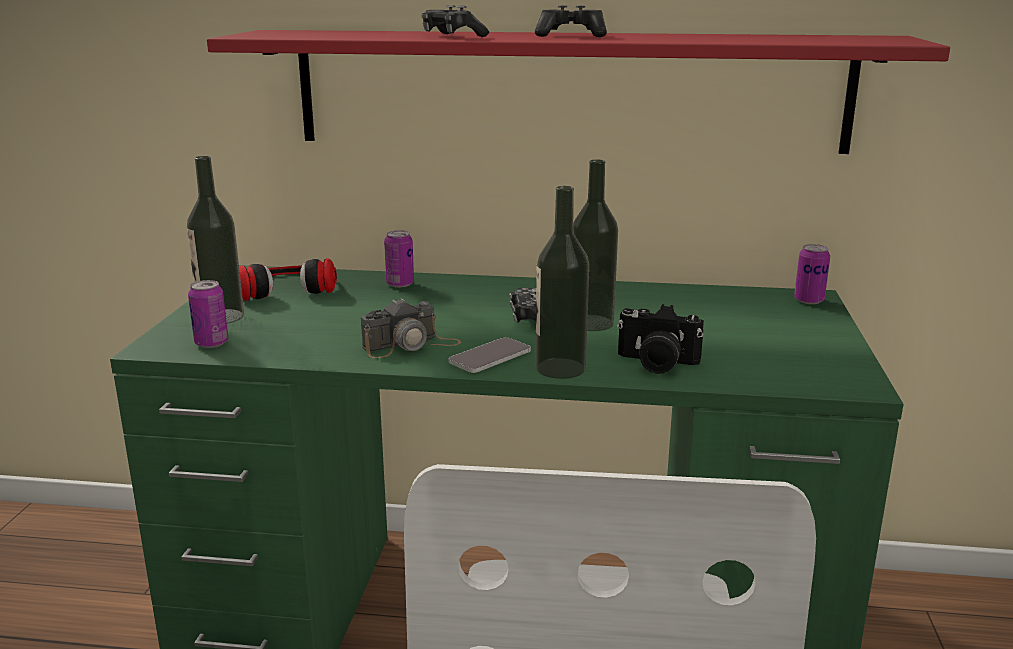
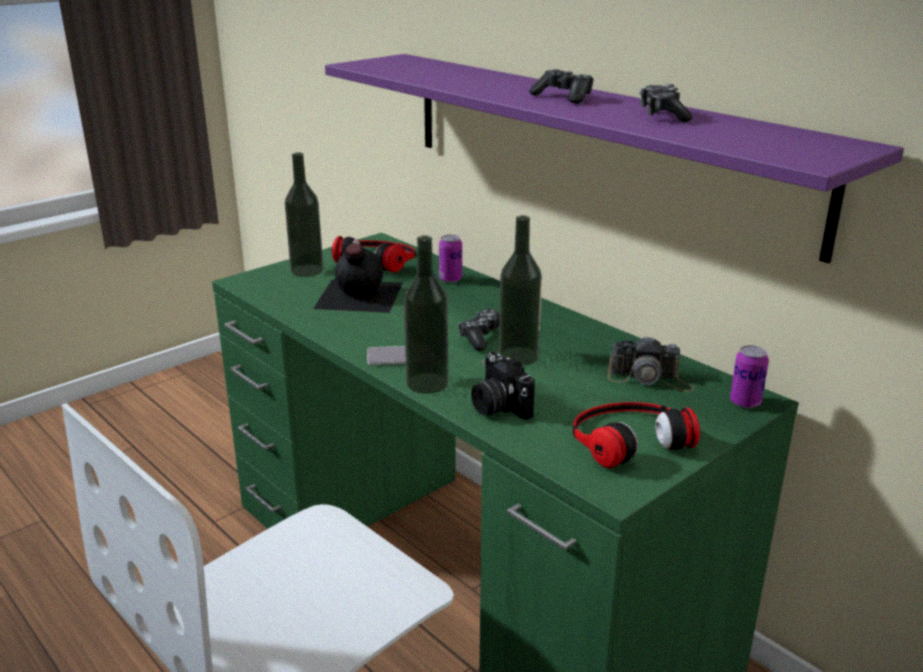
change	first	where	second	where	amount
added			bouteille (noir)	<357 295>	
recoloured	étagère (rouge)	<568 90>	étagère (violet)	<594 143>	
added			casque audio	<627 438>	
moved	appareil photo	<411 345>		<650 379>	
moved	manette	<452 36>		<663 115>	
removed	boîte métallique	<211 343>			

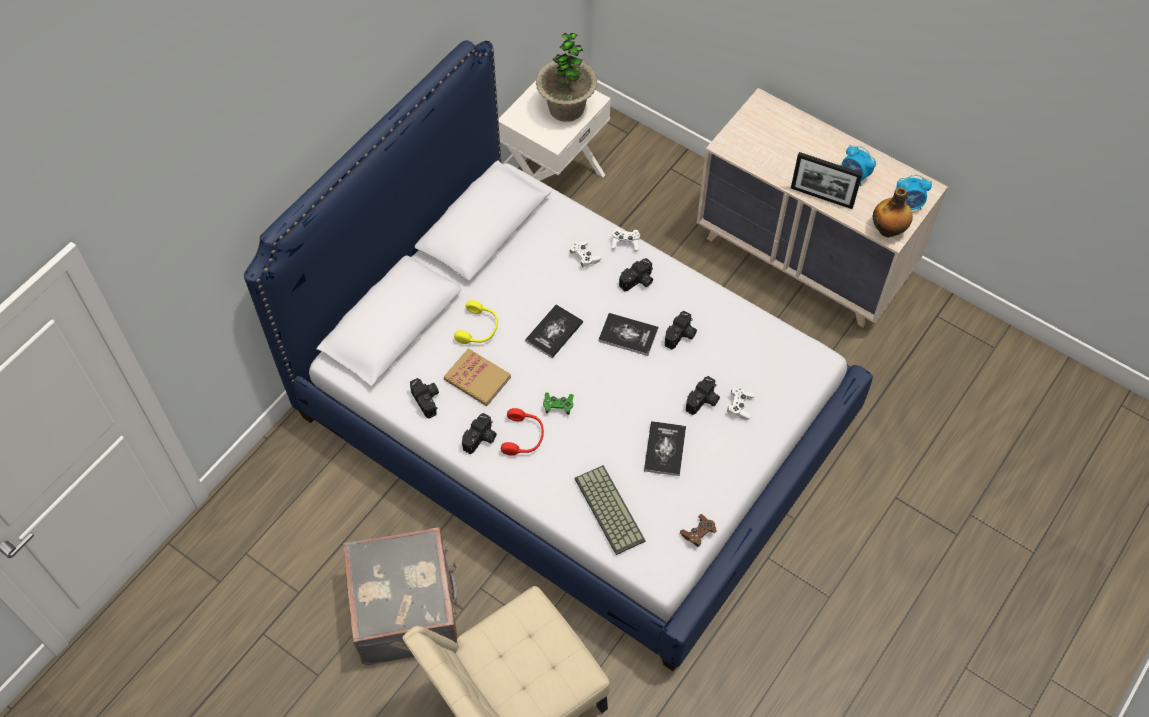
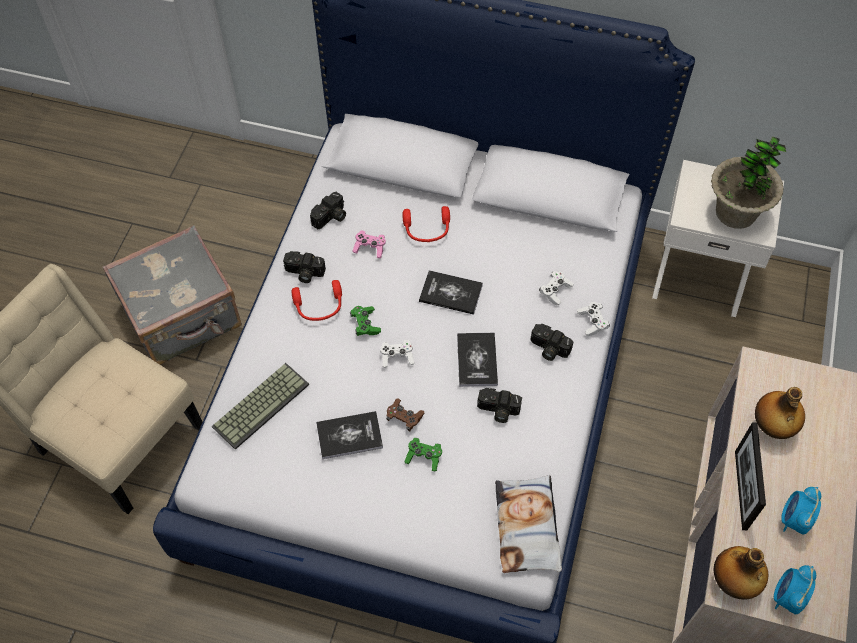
change	first	where	second	where	amount
replaced	livre	<477 378>	manette (rose)	<370 248>	
moved	manette (blanc)	<740 406>		<397 357>	
moved	manette (marron)	<698 533>		<404 417>	
recoloured	casque audio (jaune)	<478 329>	casque audio (rouge)	<427 230>	
replaced	appareil photo	<703 402>	manette (vert)	<424 457>	
added			coussin	<528 527>	
added			bouteille	<771 427>	
turned	réveil	<908 204>		<787 597>	45 degrees clockwise

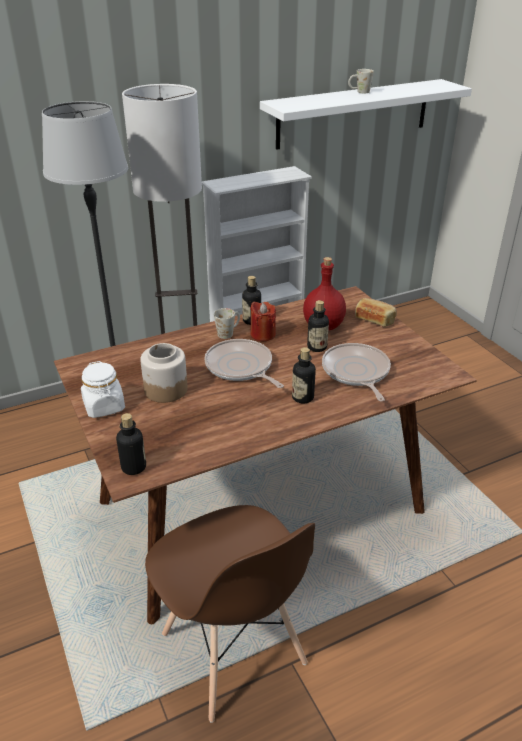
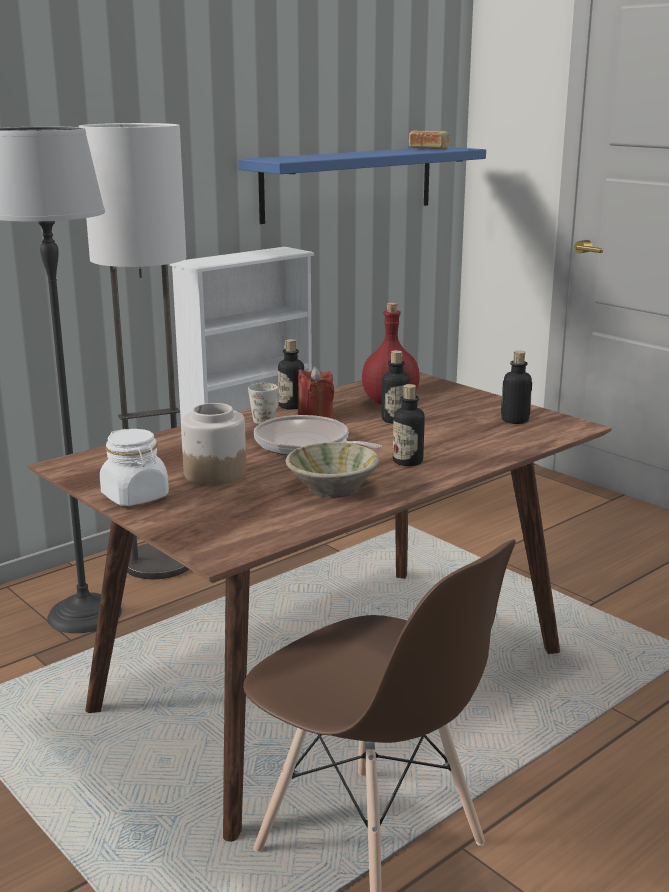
change	first	where	second	where	amount
recoloured	étagère (blanc)	<353 113>	étagère (bleu)	<349 183>	
added			bol (beige)	<332 488>	
moved	pain	<375 319>		<428 149>	
moved	bouteille	<133 467>		<515 420>	
removed	poêle	<356 372>			
removed	mug (blanc)	<359 92>			

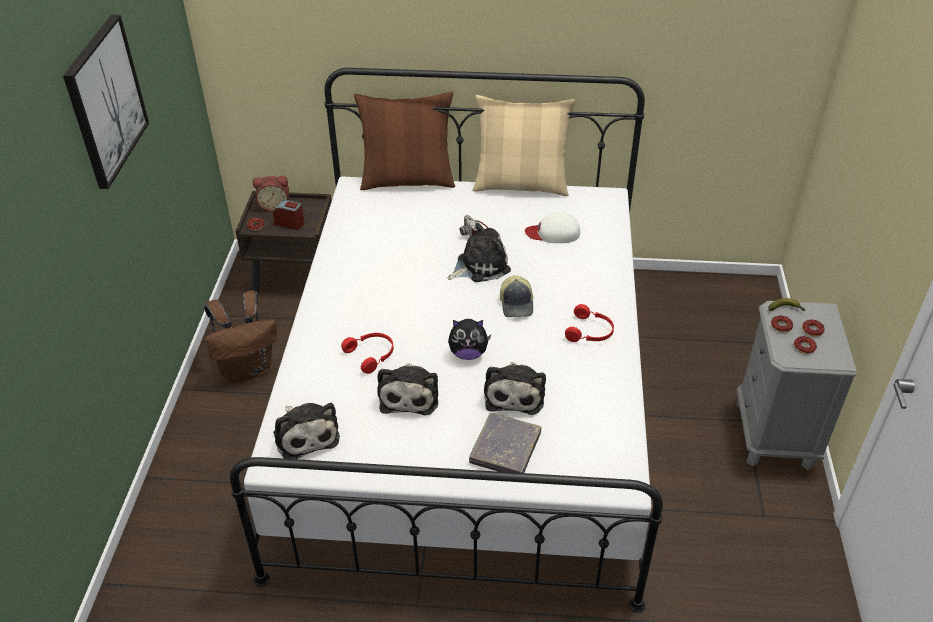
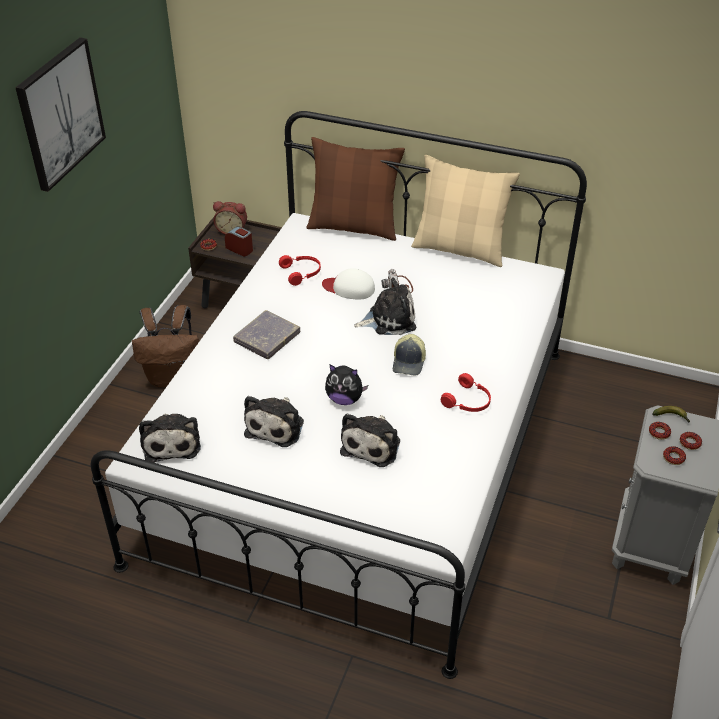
change	first	where	second	where	amount
moved	livre (gris)	<505 448>		<267 338>	
moved	casque audio (rouge)	<371 355>		<302 273>	
moved	casquette (blanc)	<553 233>		<349 288>	

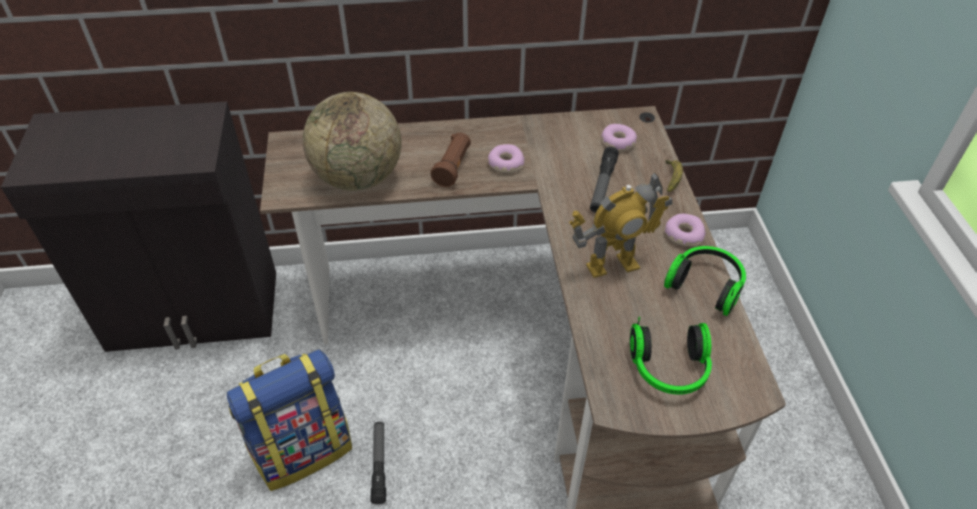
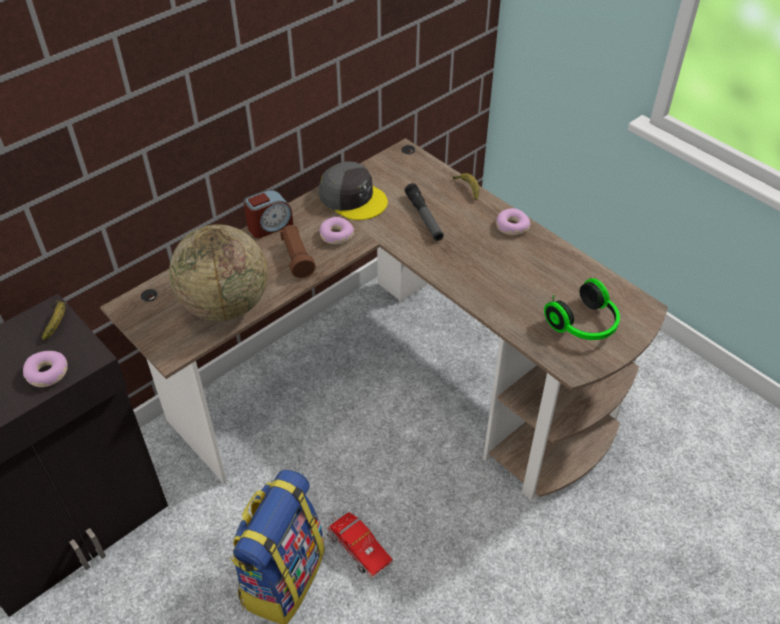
change	first	where	second	where	amount
moved	beignet	<618 143>		<47 373>	
added			banane	<57 322>	
added			réveil	<269 226>	
added			casquette (gris)	<352 198>	
replaced	lampe de poche	<379 464>	camion jouet	<356 547>	
removed	robot jouet	<612 265>			
removed	casque audio	<706 285>			

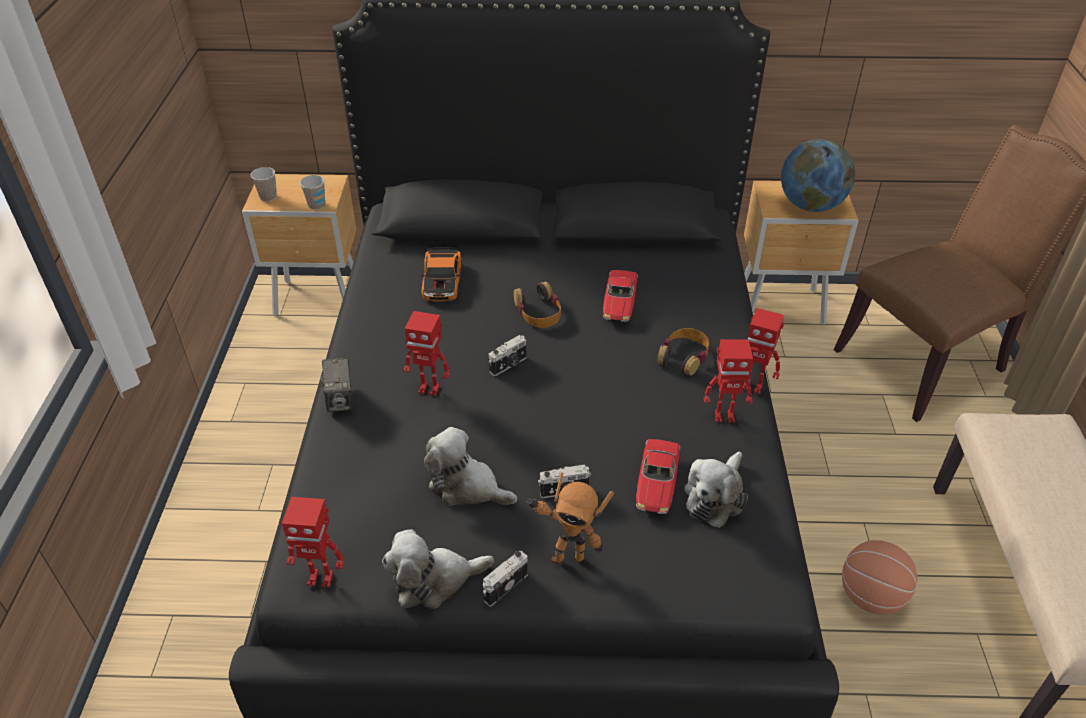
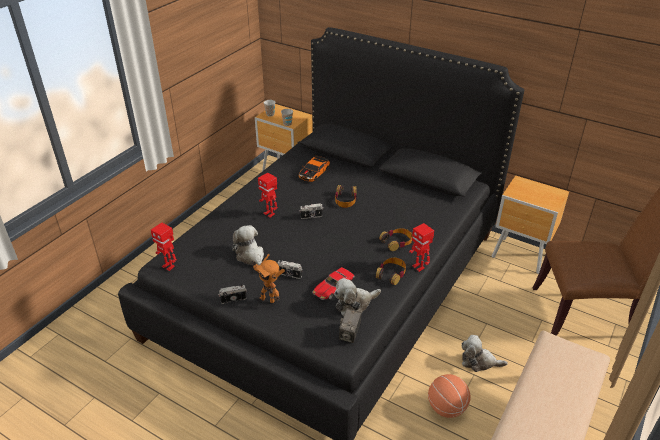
change	first	where	second	where	amount
moved	appareil photo	<340 400>		<349 334>	
replaced	robot jouet	<724 416>	casque audio	<391 274>	
moved	peluche	<434 580>		<479 361>	
removed	petite voiture	<619 303>			
removed	globe	<810 206>			

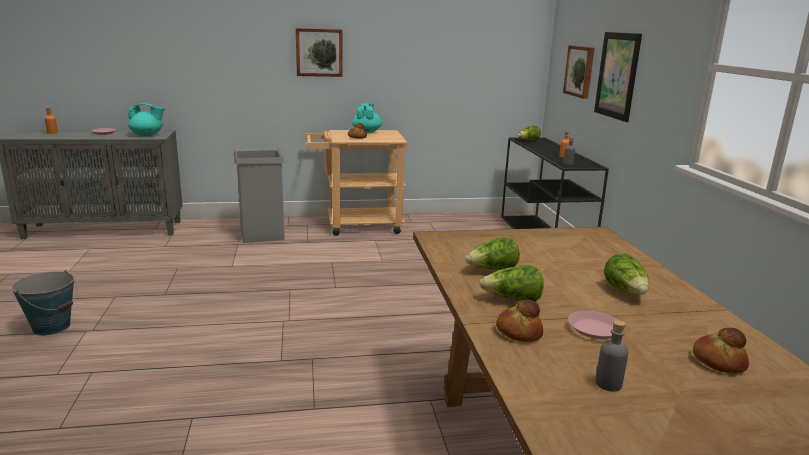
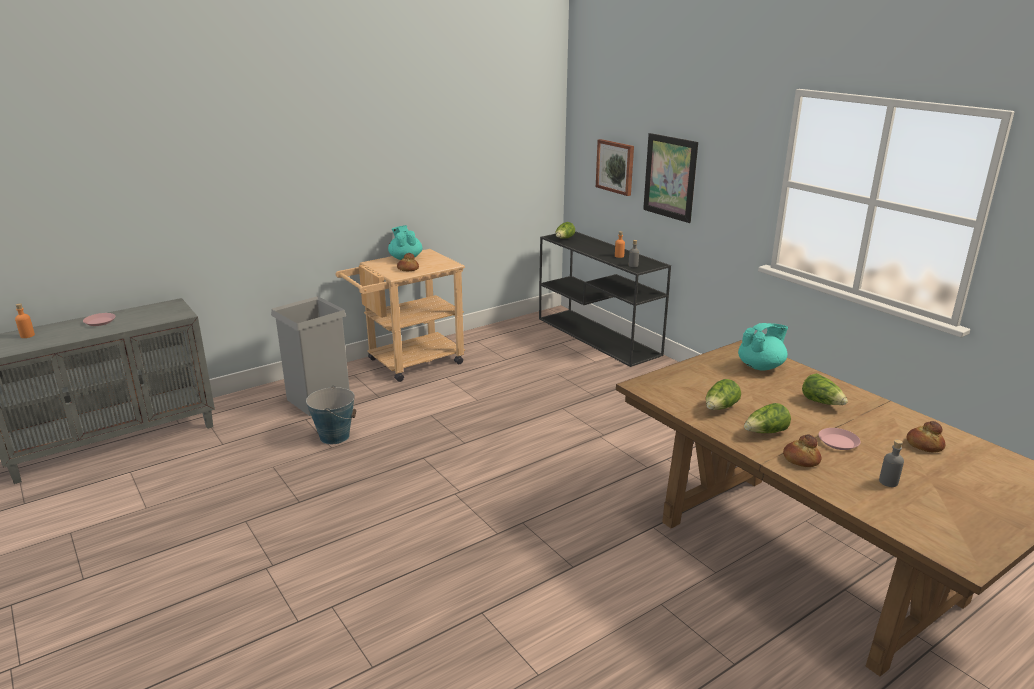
change	first	where	second	where	amount
moved	seau	<52 327>		<334 436>	
moved	théière (turquoise)	<147 135>		<761 366>	
removed	tableau	<319 52>			

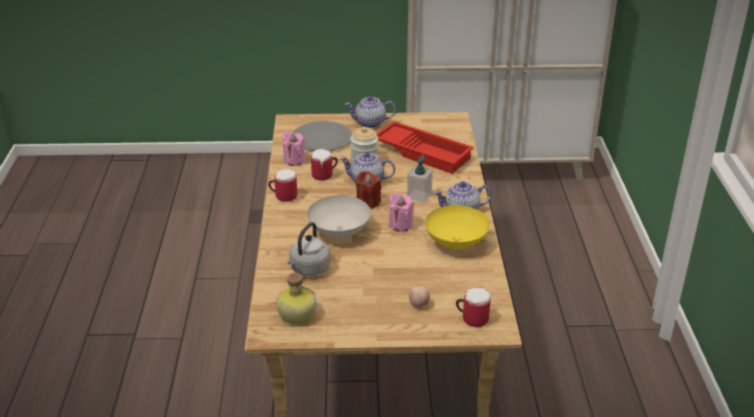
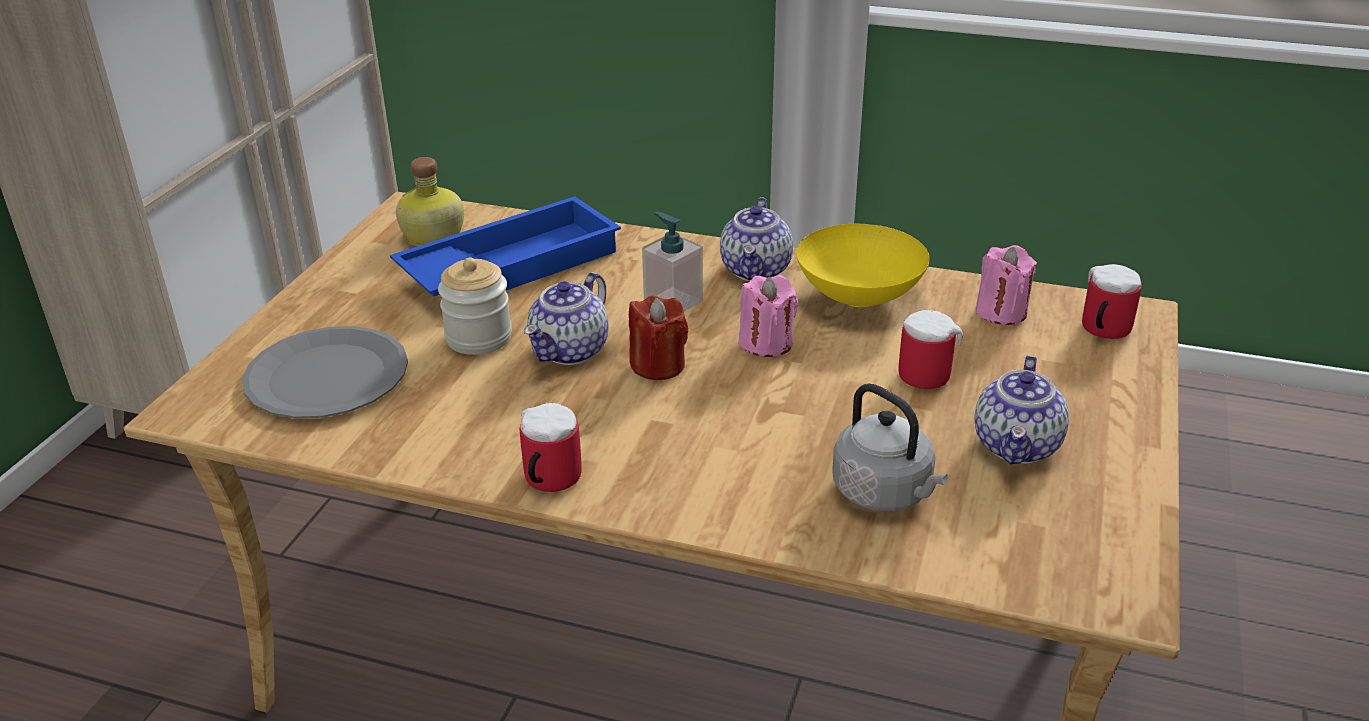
change	first	where	second	where	amount
recoloured	plateau (rouge)	<423 152>	plateau (bleu)	<510 264>	
moved	bouteille	<295 315>		<432 236>	
moved	mug	<325 175>		<924 371>	
moved	théière	<370 123>		<1018 446>	
moved	bougie (rose)	<294 160>		<1001 312>	
removed	bol (blanc)	<338 232>			
removed	pomme	<419 305>			

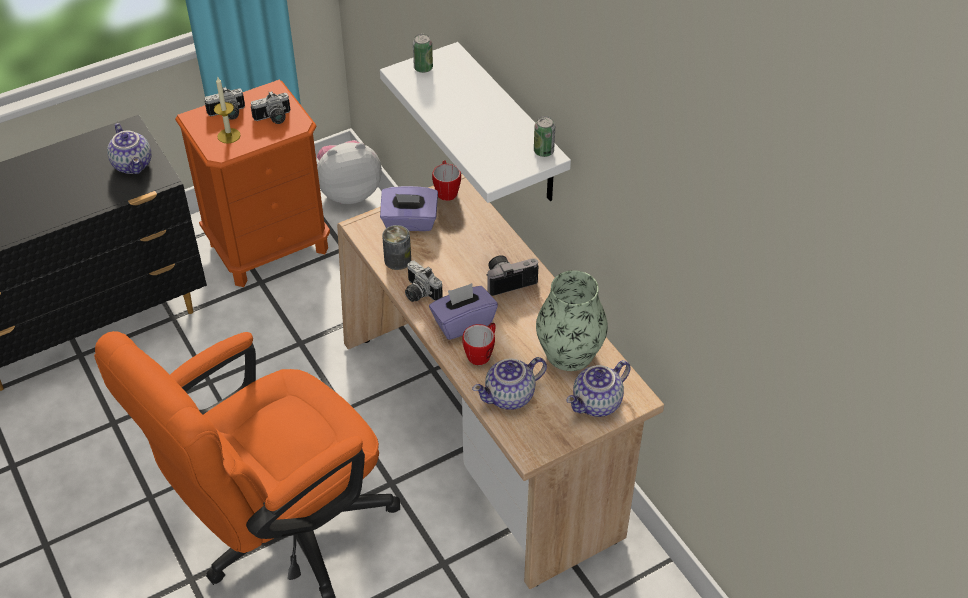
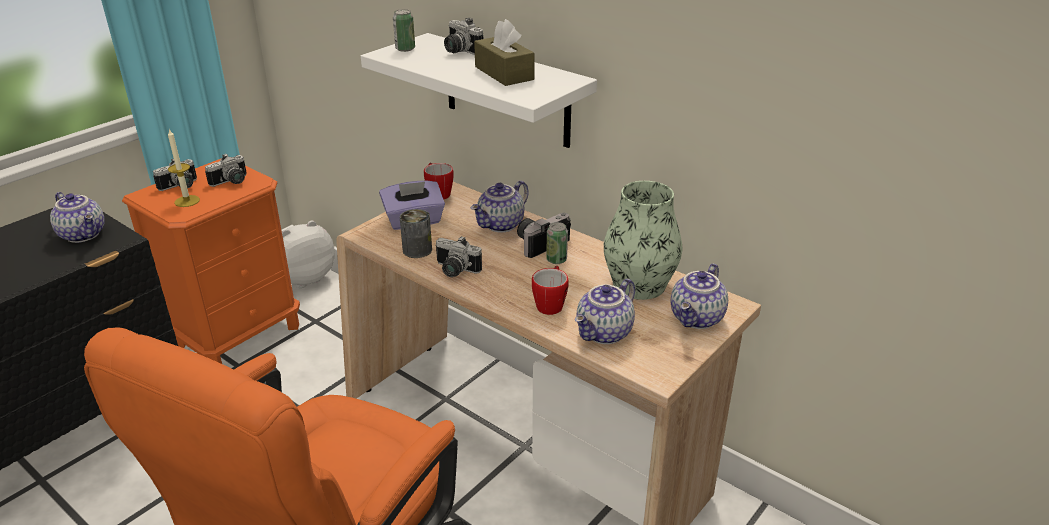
change	first	where	second	where	amount
added			appareil photo	<459 51>	
added			théière	<501 225>	
added			boîte à mouchoirs (marron)	<504 73>	
moved	boîte métallique	<543 151>		<556 260>	
removed	boîte à mouchoirs (violet)	<463 322>			

